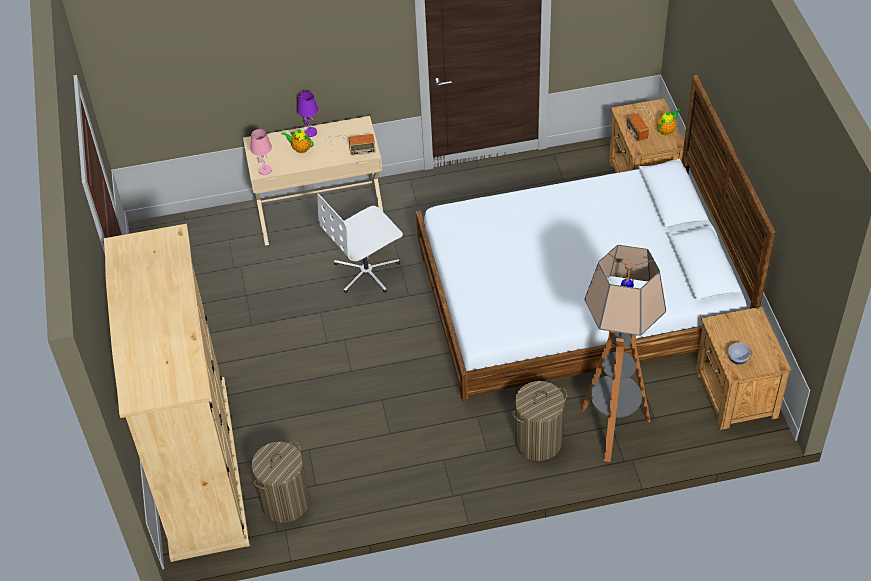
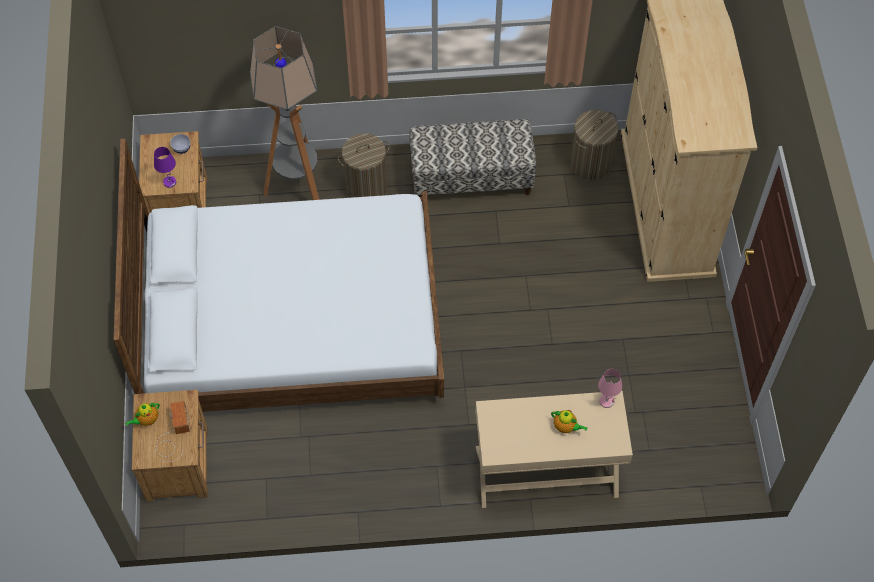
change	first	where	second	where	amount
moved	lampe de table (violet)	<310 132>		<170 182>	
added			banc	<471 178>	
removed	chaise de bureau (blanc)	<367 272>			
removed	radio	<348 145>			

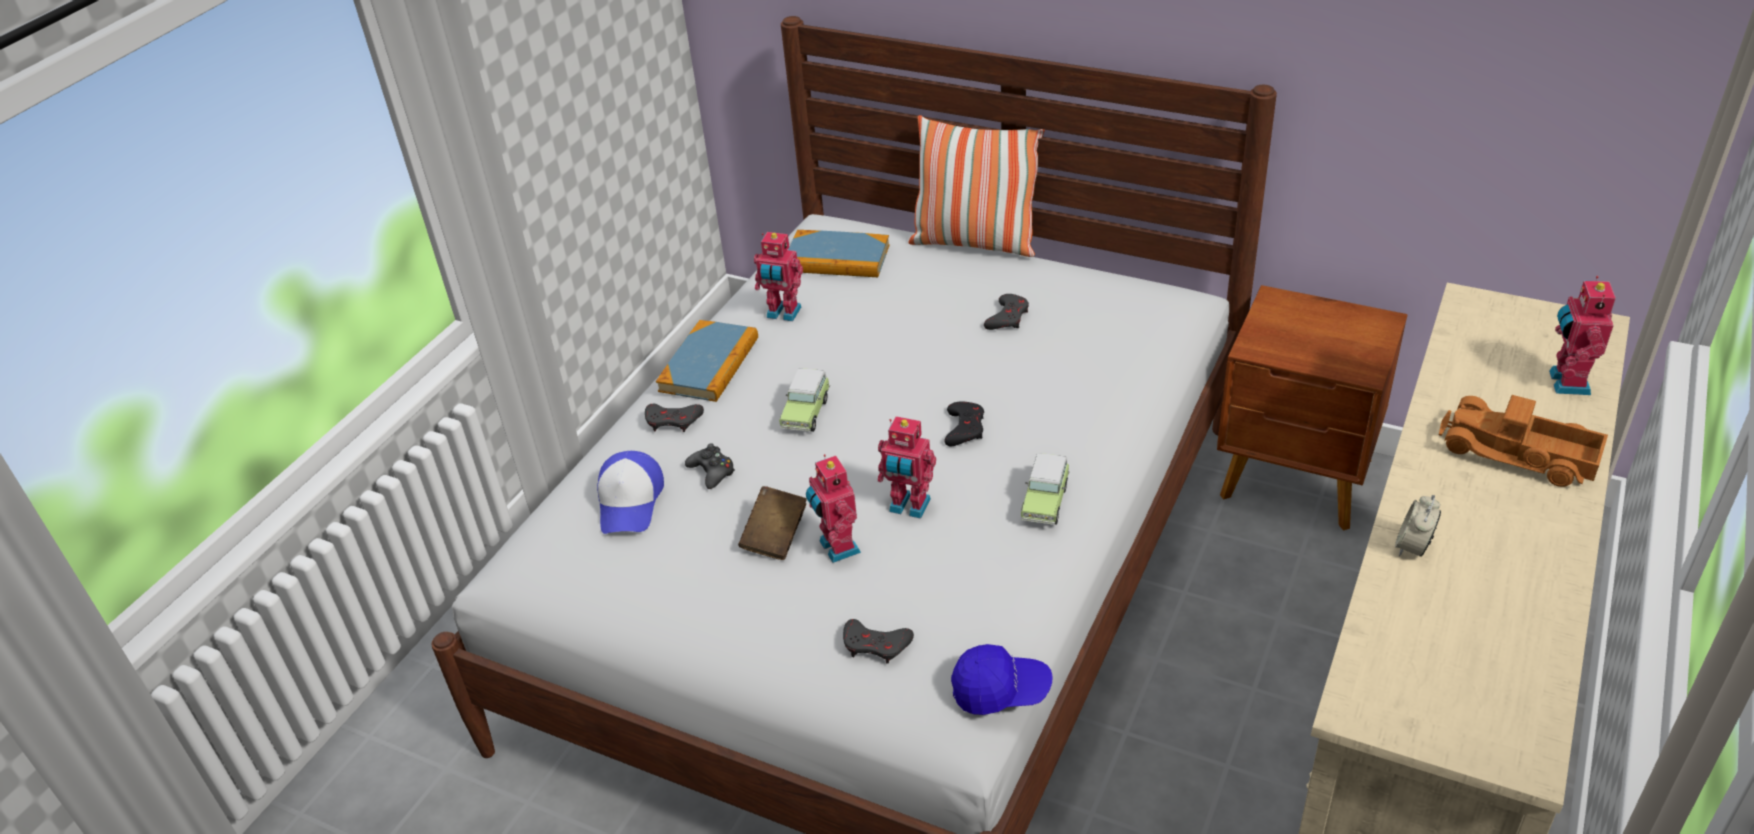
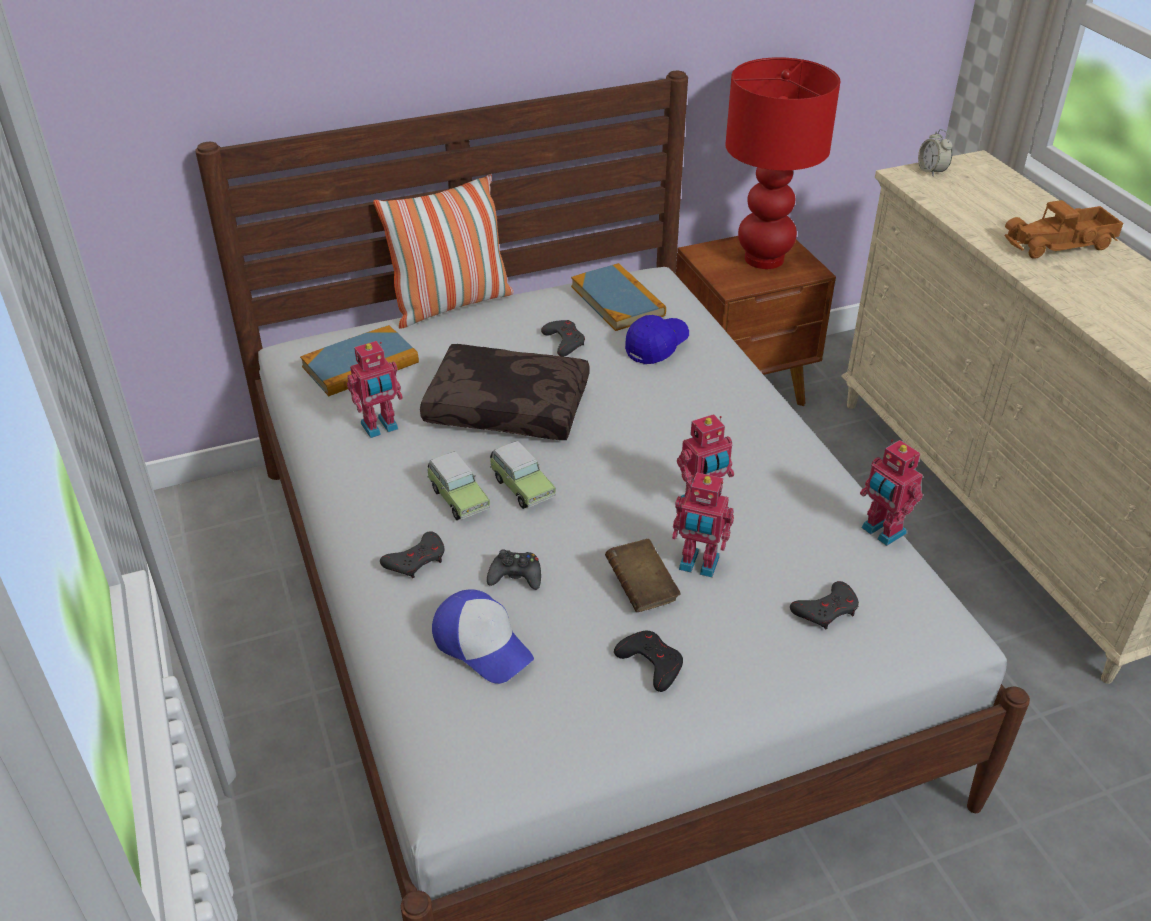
change	first	where	second	where	amount
added			coussin (marron)	<509 406>	
moved	petite voiture	<1045 501>		<457 498>	
moved	livre	<709 365>		<617 301>	
moved	manette (noir)	<964 428>		<651 663>	
moved	casquette (bleu)	<1000 691>		<656 347>	
added			lampe de table (rouge)	<763 258>	
moved	robot jouet	<1566 382>		<881 532>	
moved	réveil	<1413 547>		<931 171>	

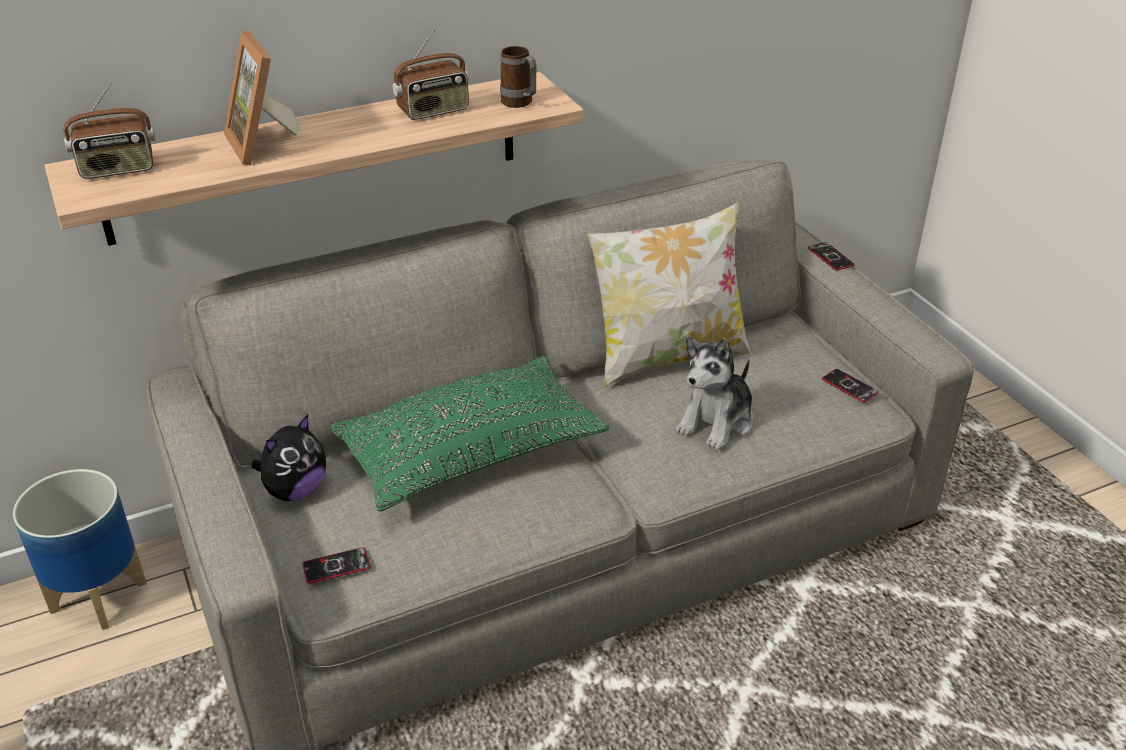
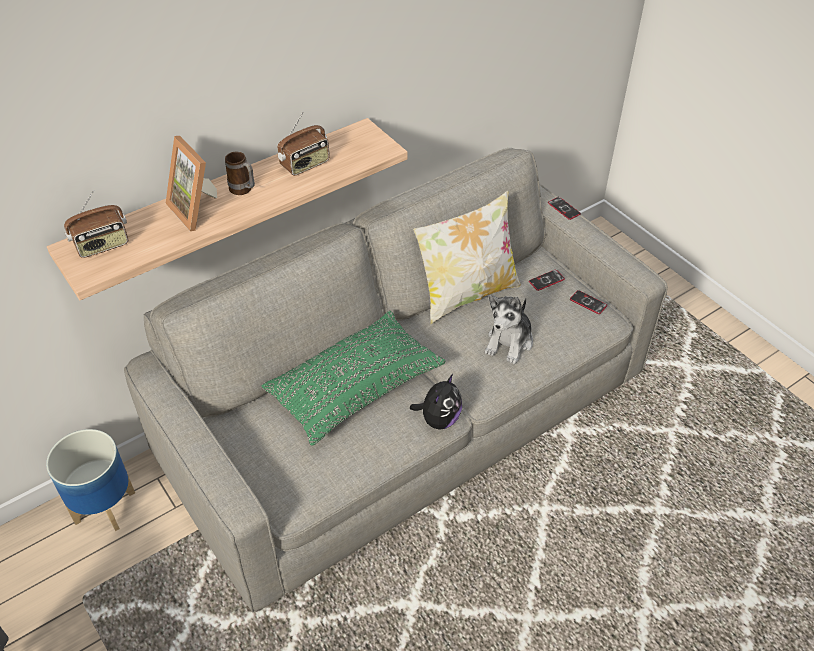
change	first	where	second	where	amount
moved	mug	<520 104>		<243 191>	
moved	peluche	<295 490>		<439 419>	
moved	téléphone	<336 566>		<546 280>	

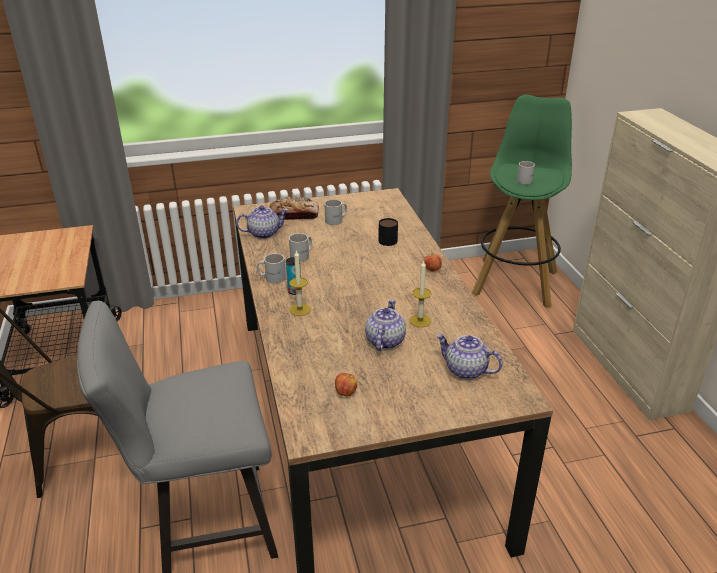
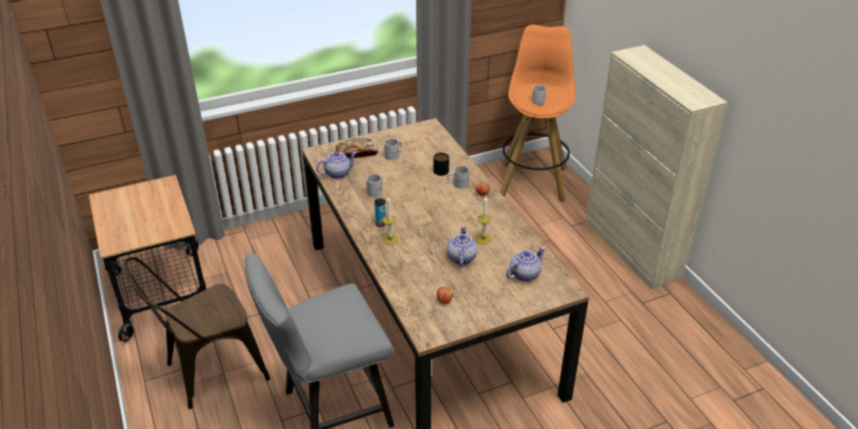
change	first	where	second	where	amount
moved	mug (blanc)	<272 277>		<458 184>	
recoloured	tabouret (vert)	<515 282>	tabouret (orange)	<533 181>	
turned	théière	<465 370>		<524 274>	120 degrees clockwise

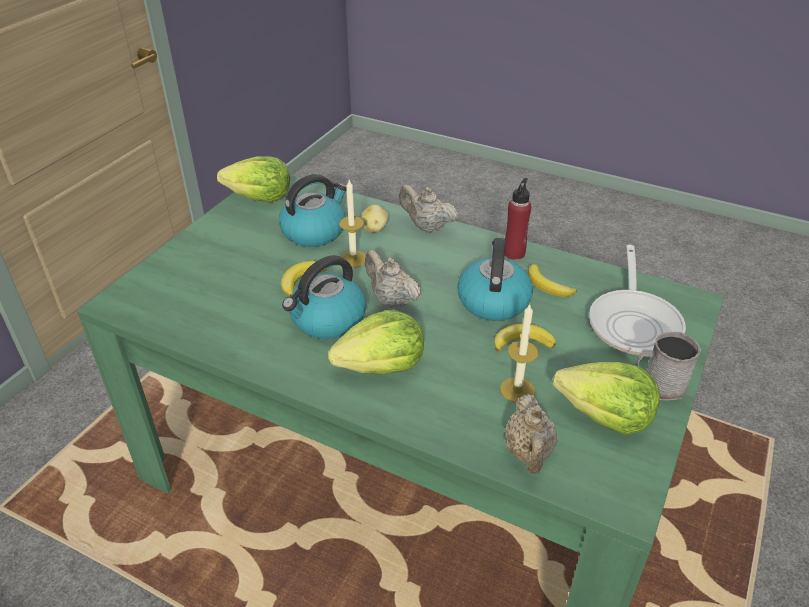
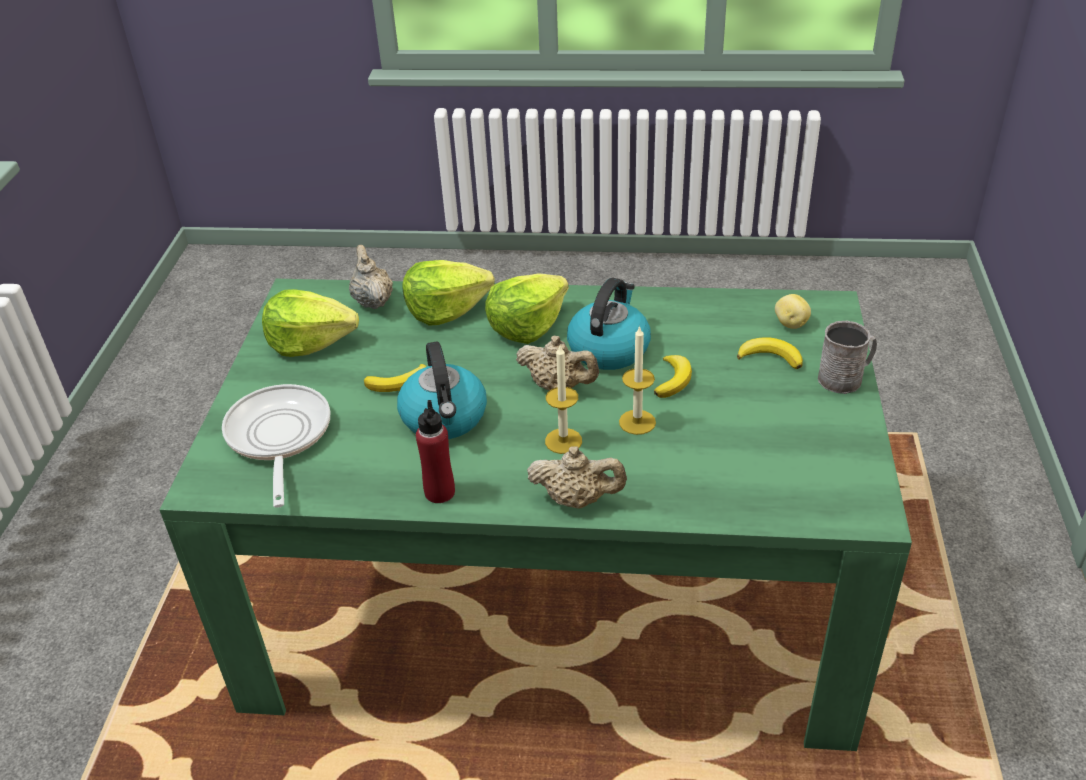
change	first	where	second	where	amount
moved	laitue	<260 197>		<446 310>	
moved	bougie	<517 390>		<563 441>	
moved	banane	<548 286>		<770 357>	
moved	pomme de terre	<375 228>		<790 324>	
moved	mug (gris)	<657 386>		<845 378>	
removed	bouilloire	<314 231>			

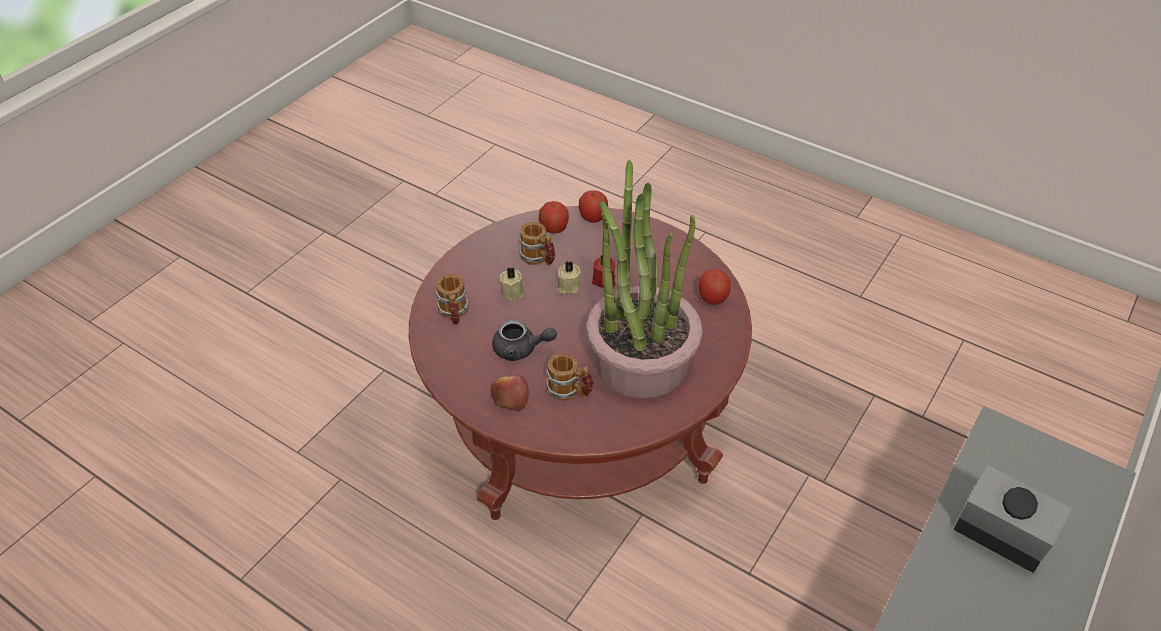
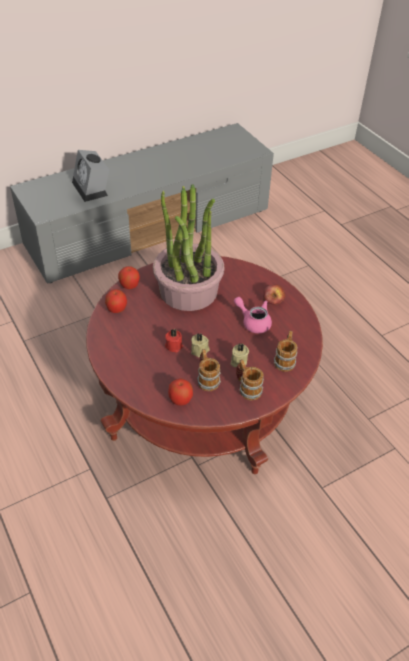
change	first	where	second	where	amount
moved	pomme	<593 218>		<129 285>	
recoloured	théière (gris)	<521 349>	théière (rose)	<253 322>	
moved	mug	<569 391>		<247 388>	

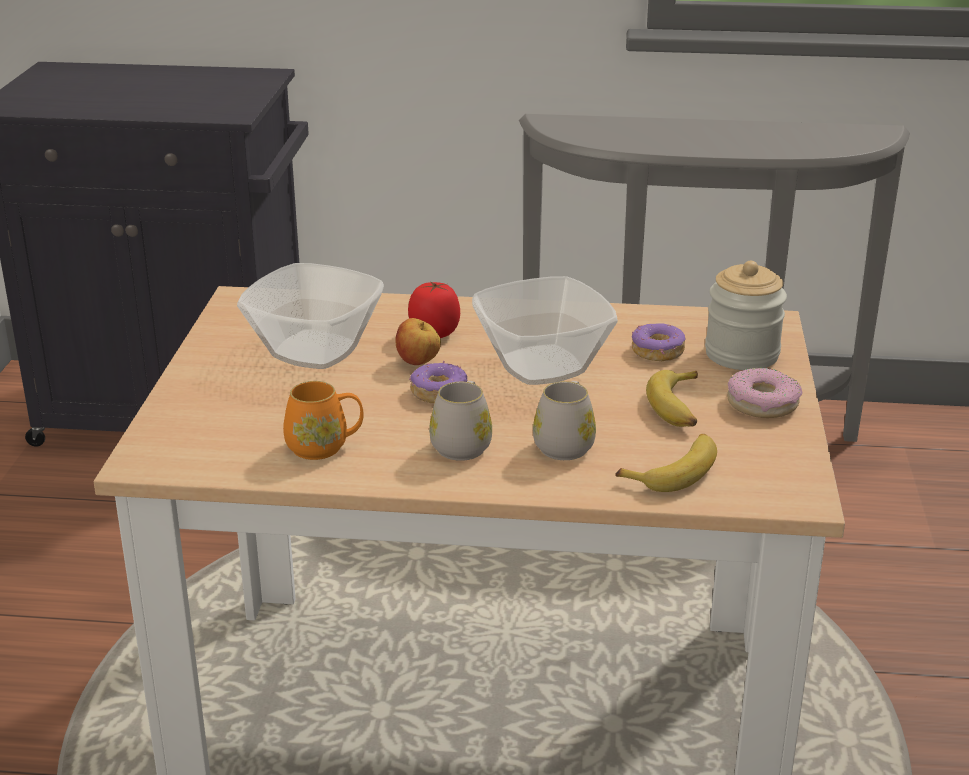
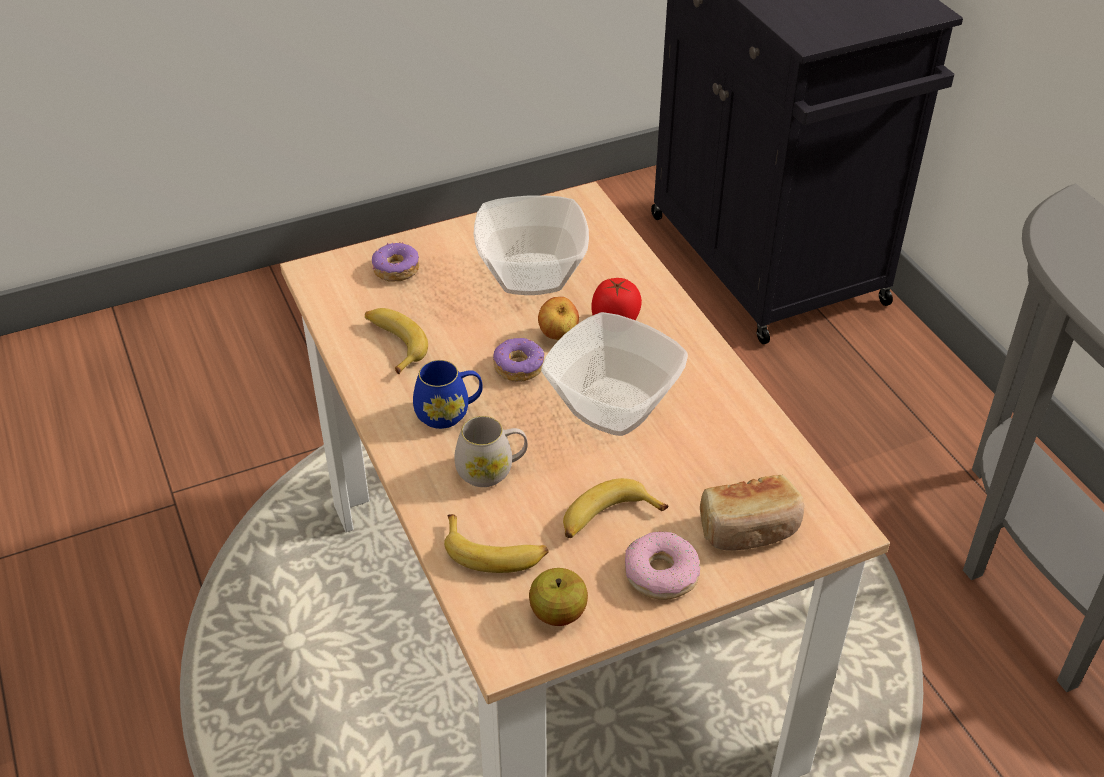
change	first	where	second	where	amount
replaced	mug (orange)	<325 446>	banane	<393 344>	
moved	beignet	<657 352>		<395 269>	
recoloured	mug (blanc)	<463 444>	mug (bleu)	<449 412>	
added			pomme	<558 613>	
replaced	bocal	<741 354>	pain	<749 528>	

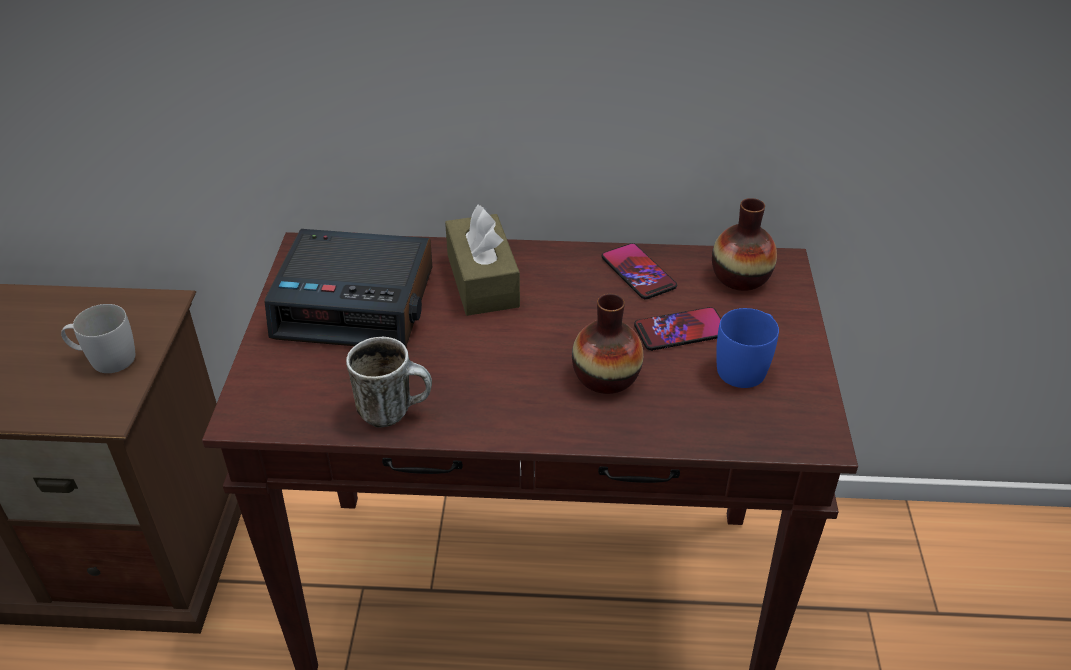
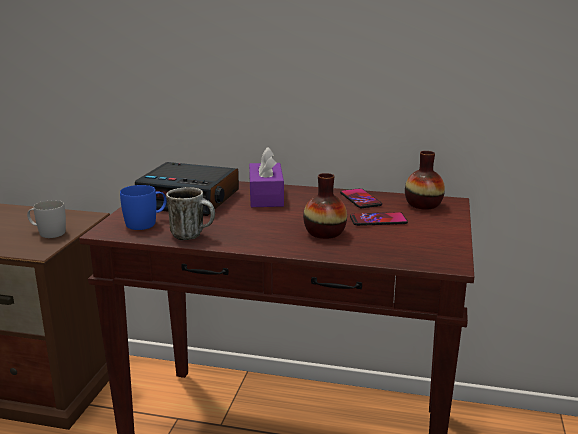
change	first	where	second	where	amount
moved	mug (bleu)	<746 366>		<146 223>	
recoloured	boîte à mouchoirs (marron)	<482 281>	boîte à mouchoirs (violet)	<266 196>	

